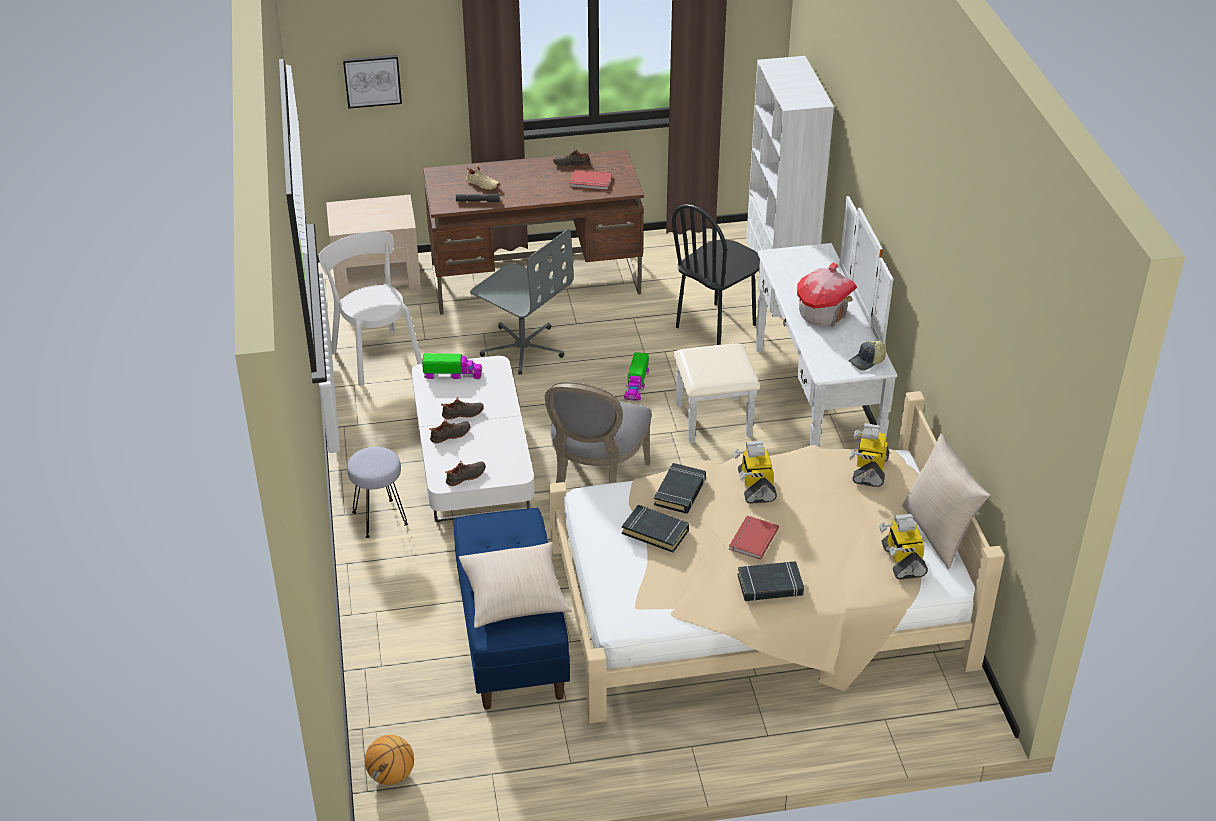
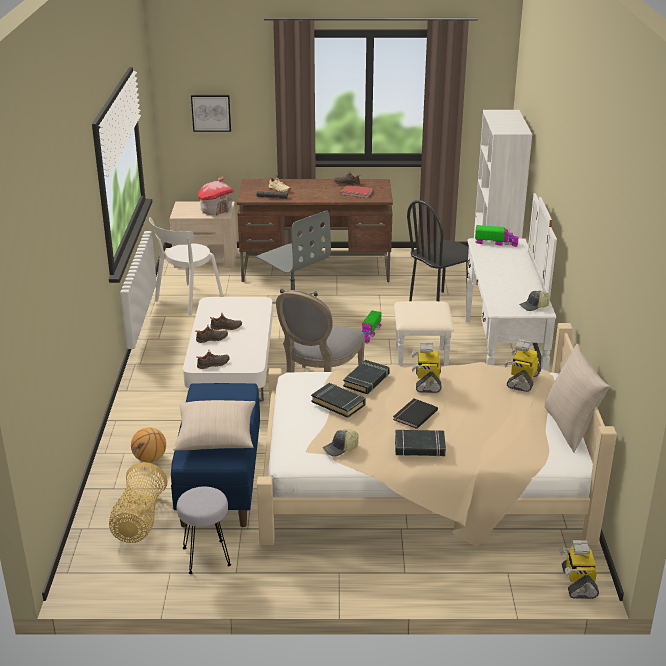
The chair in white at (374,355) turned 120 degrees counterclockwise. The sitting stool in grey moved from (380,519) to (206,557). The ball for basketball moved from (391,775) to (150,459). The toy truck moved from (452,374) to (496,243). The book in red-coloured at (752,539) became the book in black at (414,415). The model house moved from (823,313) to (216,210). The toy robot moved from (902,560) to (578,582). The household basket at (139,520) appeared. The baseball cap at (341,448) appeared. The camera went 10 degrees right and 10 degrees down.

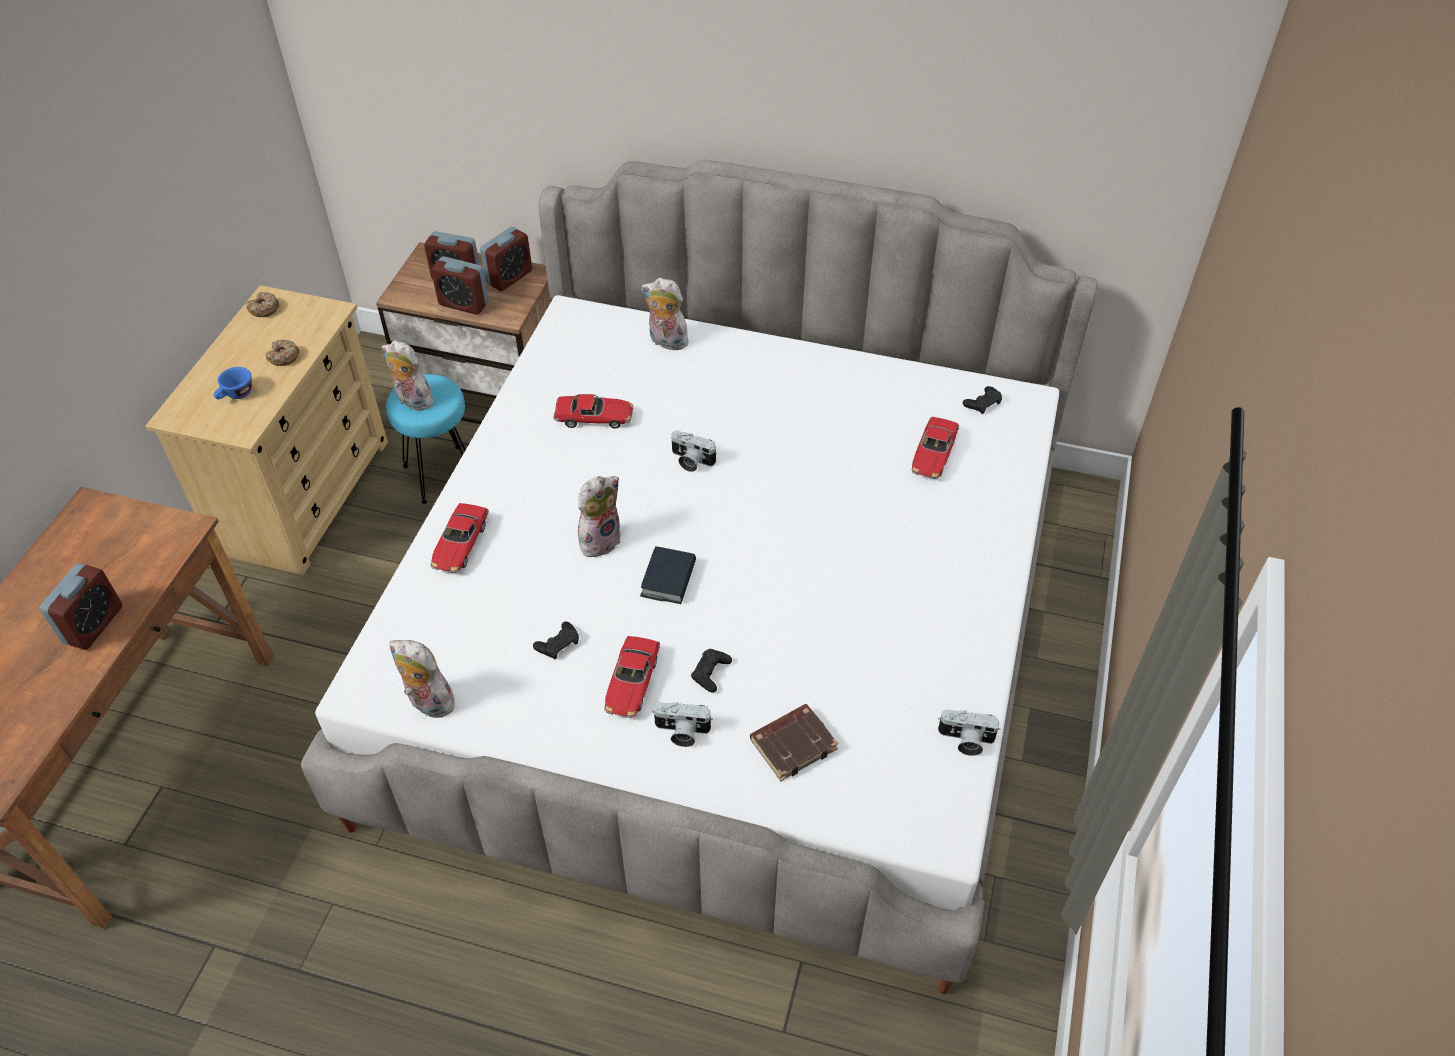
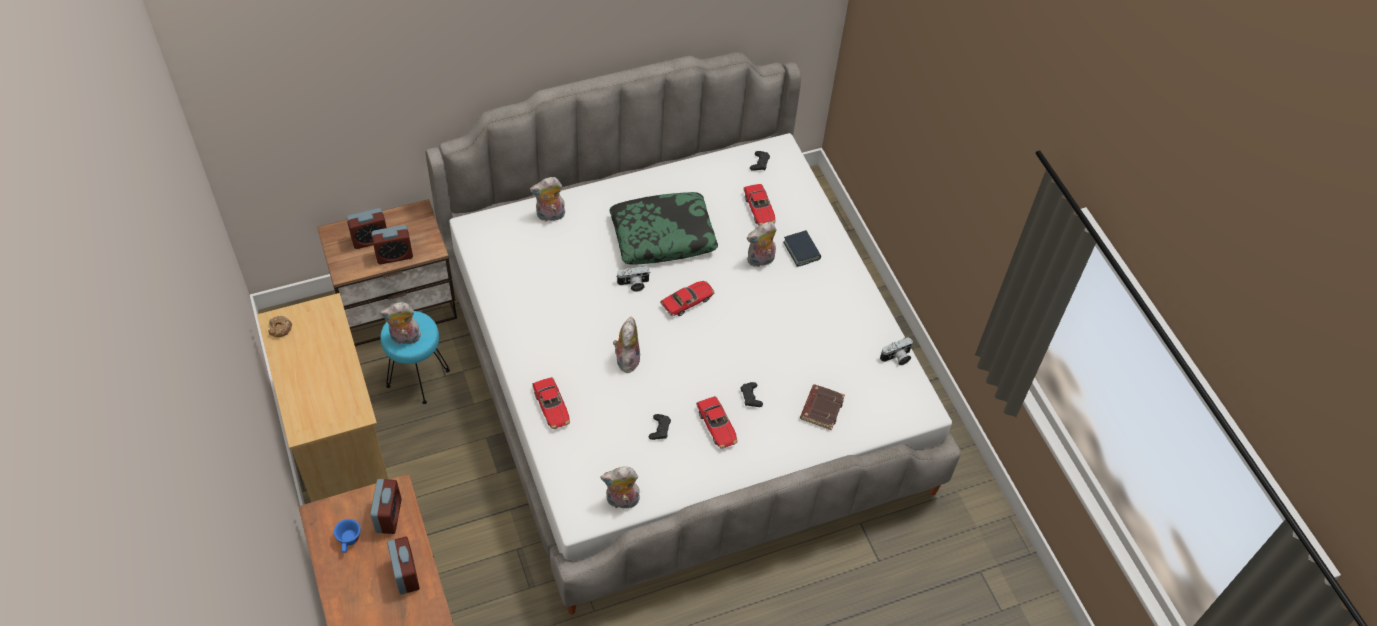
The small cup in blue moved from (236,395) to (349,541). The ring doughnut at (284,357) disappeared. The table clock moved from (509,277) to (388,516). The model car moved from (594,418) to (687,301). The book moved from (669,579) to (801,251). The still camera at (681,732) disappeared. The throw pillow at (663,235) appeared. The soft toy at (760,261) appeared. The camera went 40 degrees left and 5 degrees up.

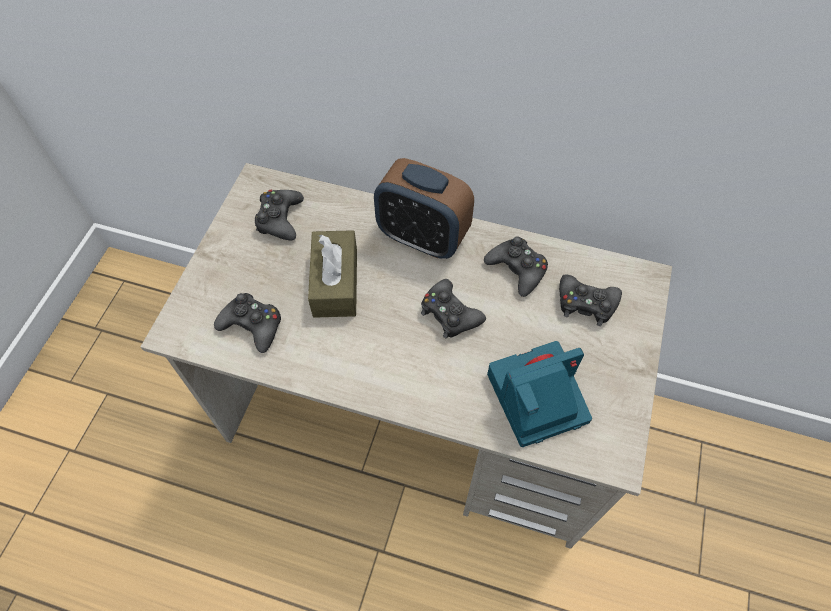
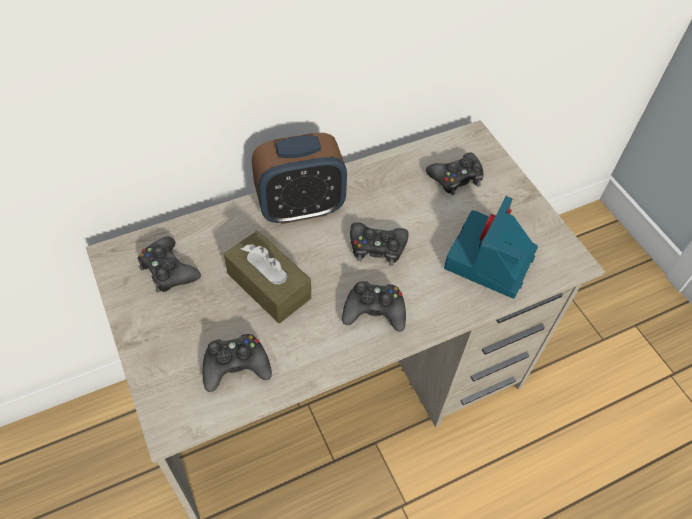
The game controller in black moved from (517,269) to (374,311). The camera went 45 degrees left and 5 degrees down.

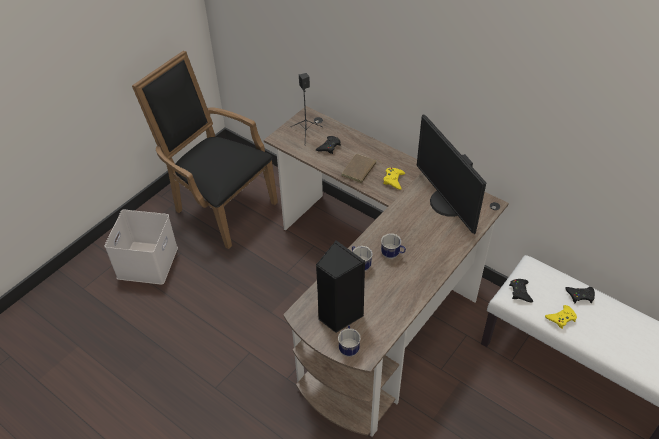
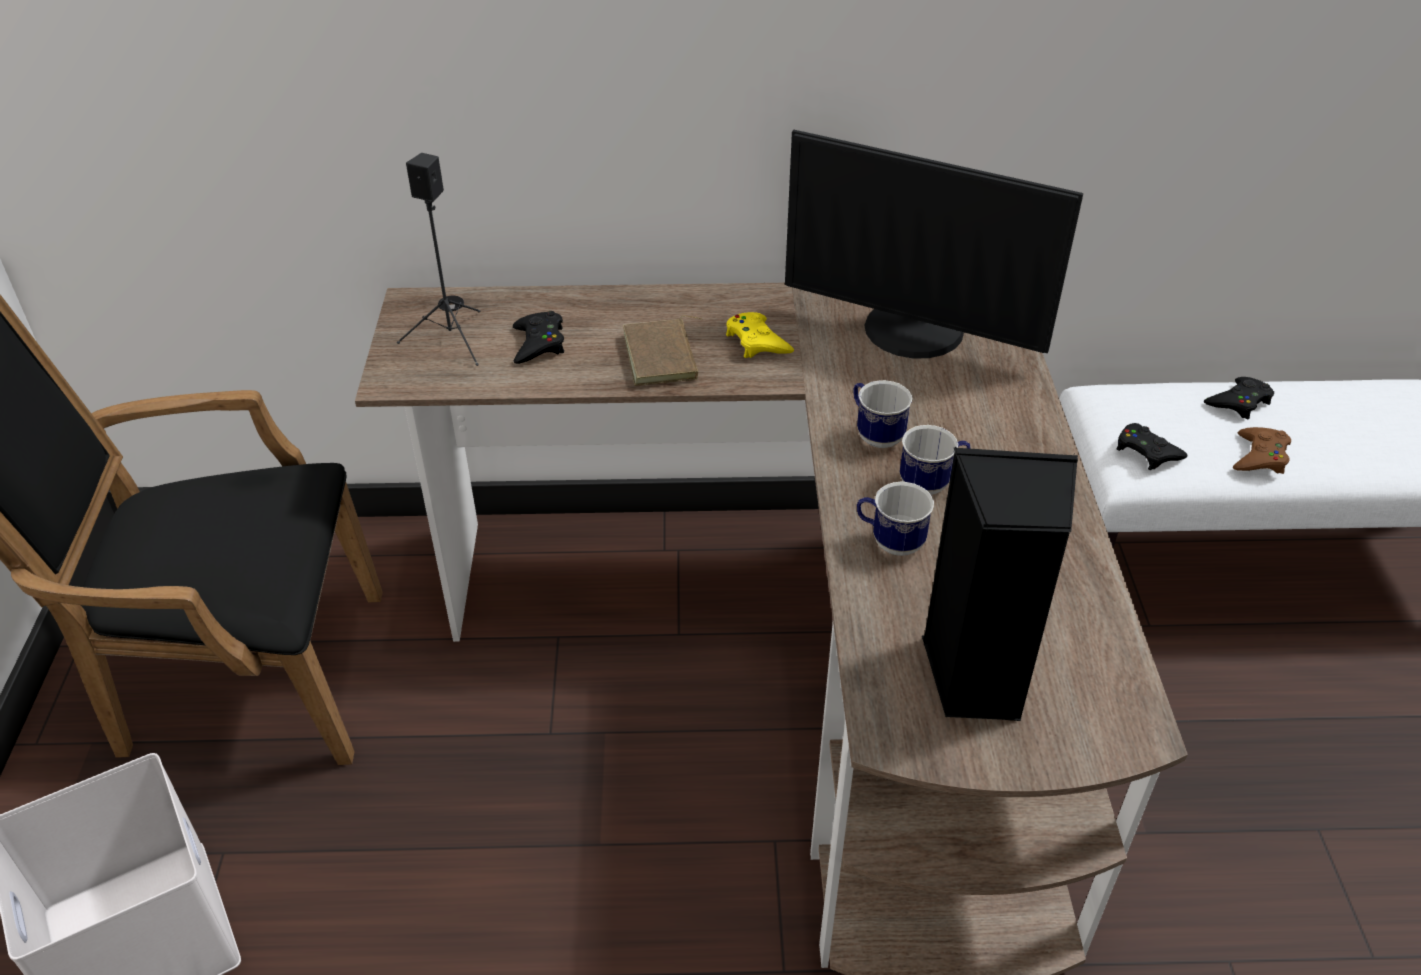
The tea mug moved from (349,347) to (875,434). The game controller in yellow-coloured at (561,318) became the game controller in brown-coloured at (1259,457). The camera went 40 degrees left and 5 degrees down.

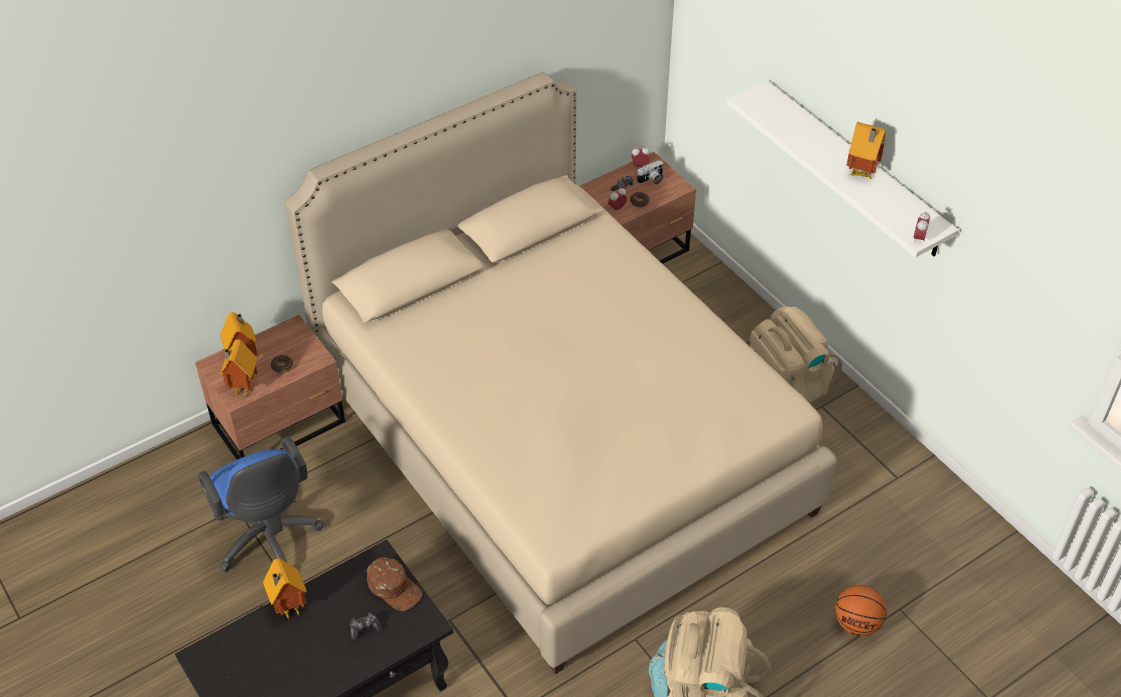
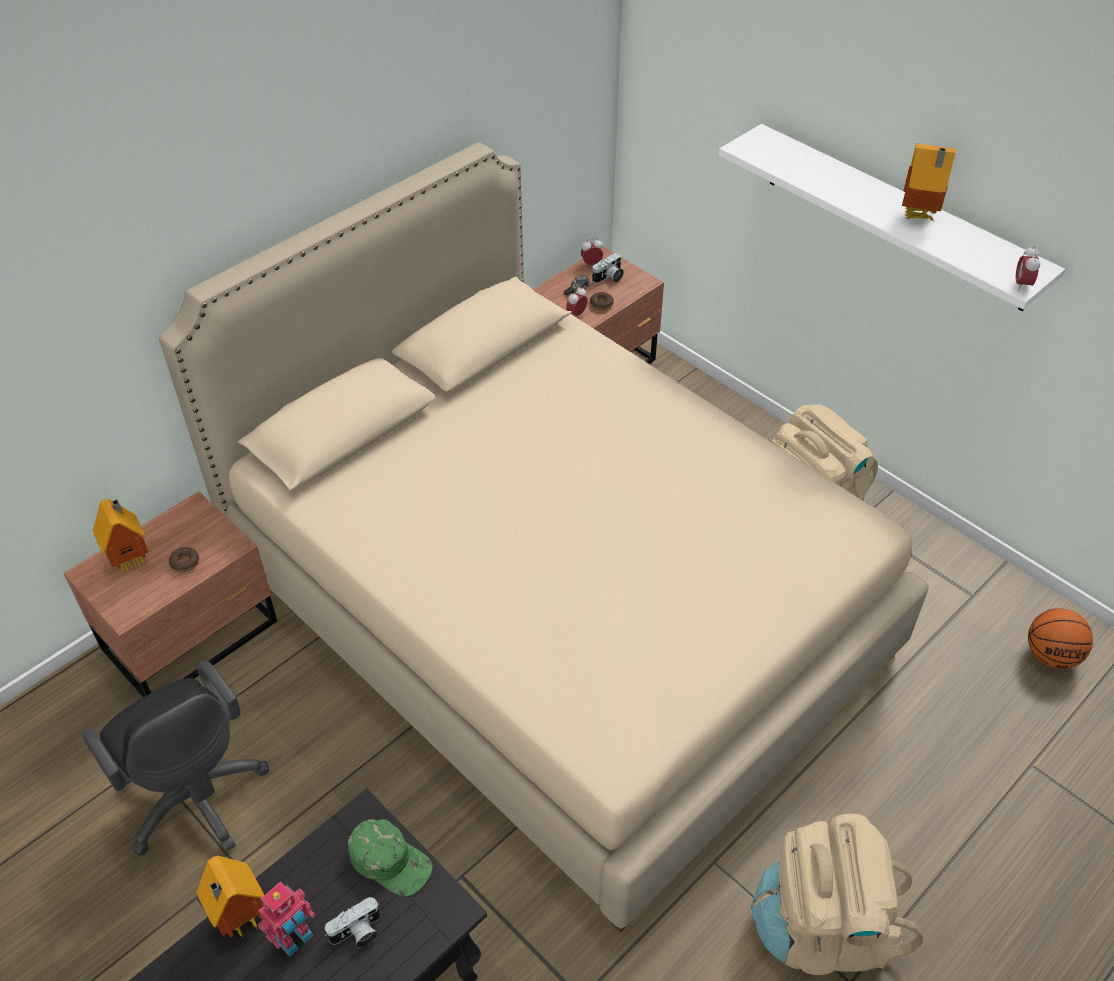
The computer chair in blue at (268,541) became the computer chair in black at (197,800). The model house at (242,388) disappeared. The game controller at (364,628) was replaced by the still camera at (358,933). The baseball cap in brown-coloured at (394,587) became the baseball cap in green at (390,860). The ball for basketball moved from (857,624) to (1050,655). The toy robot at (295,938) appeared. The camera went 10 degrees left and 0 degrees up.

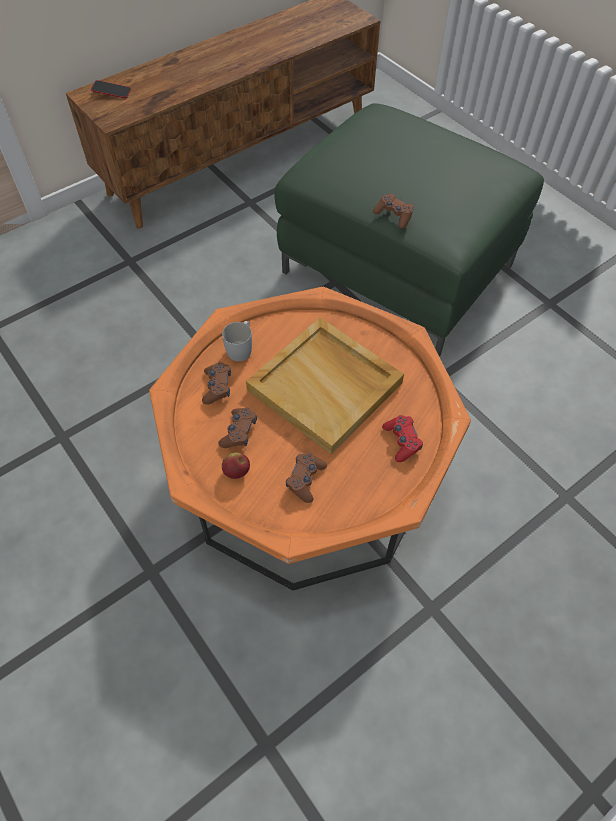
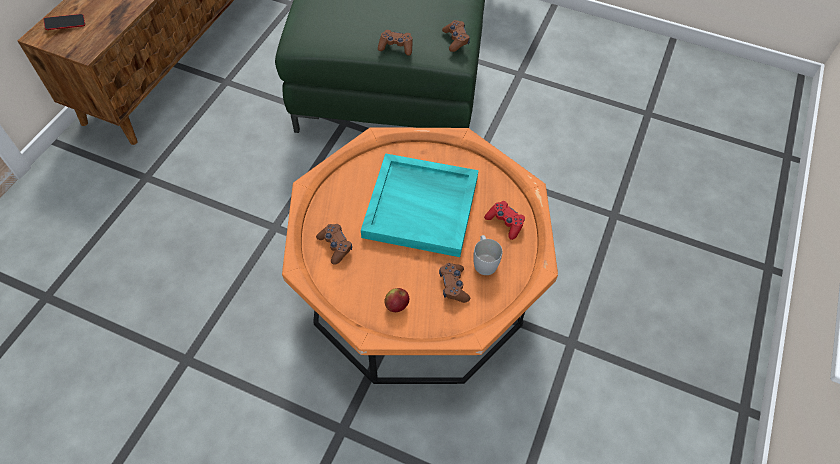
The game controller in brown-coloured moved from (239,432) to (455,40). The tea mug in white moved from (241,348) to (484,261). The serving tray in beige-coloured at (326,386) became the serving tray in turquoise at (422,206). The camera went 30 degrees left and 0 degrees up.

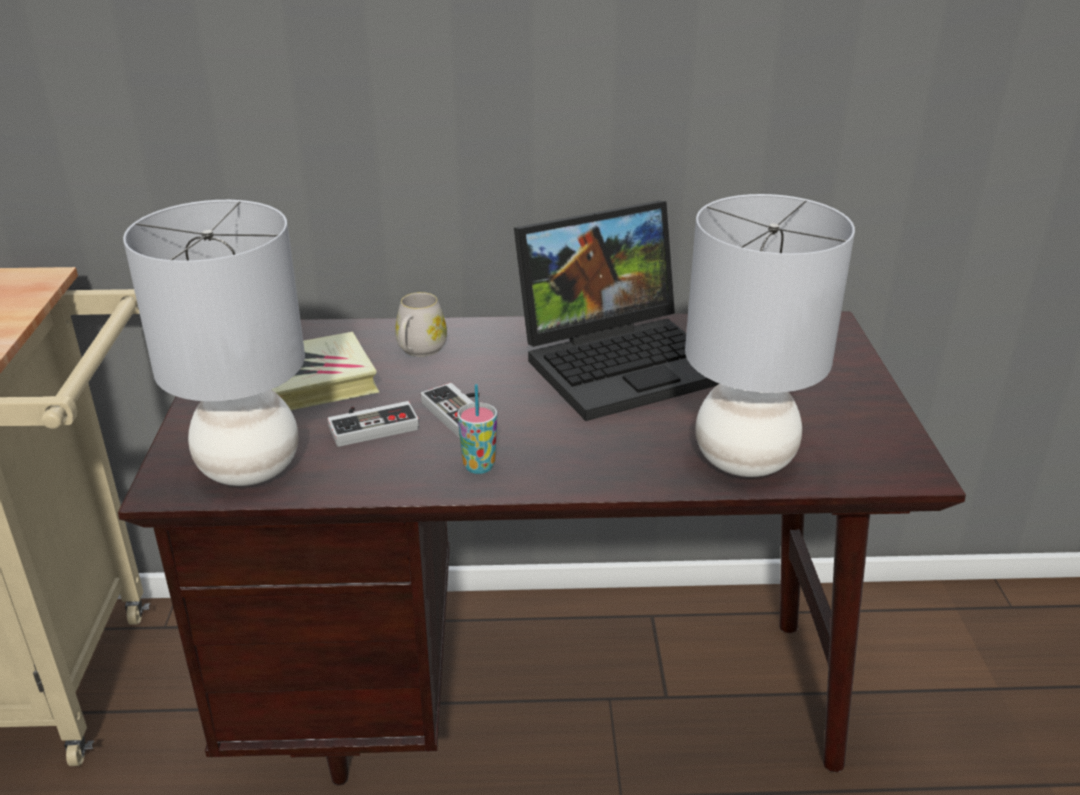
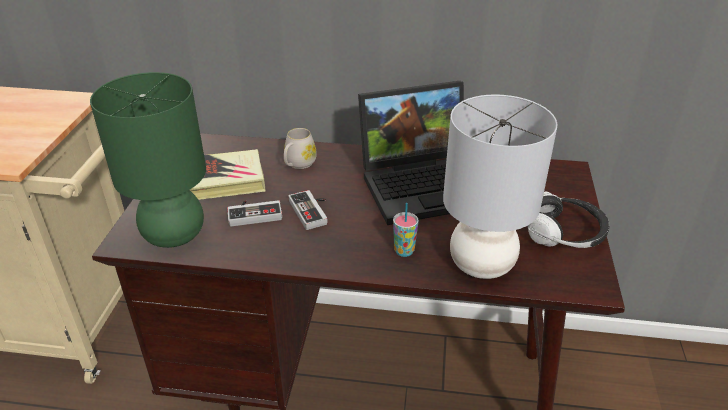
The table lamp in grey at (247,468) became the table lamp in green at (173,235). The small cup moved from (479,466) to (404,251). The headset at (564,234) appeared. The camera went 10 degrees right and 5 degrees up.

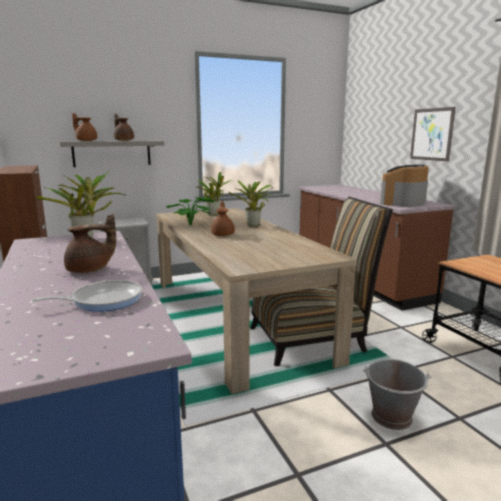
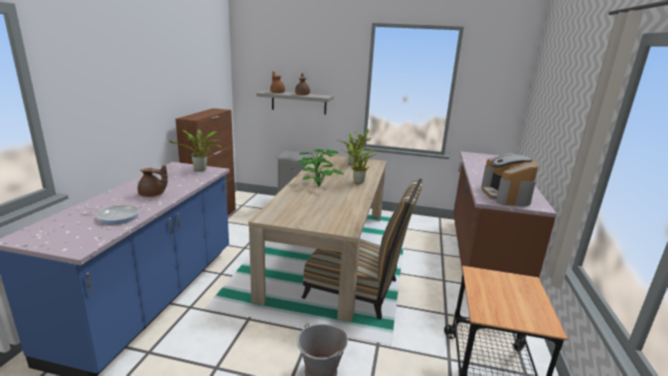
The teapot in brown-coloured at (223,234) was replaced by the houseplant at (319,185). The coffee brewer at (403,202) turned 75 degrees counterclockwise. The wall art at (431,134) disappeared. The camera went 35 degrees right and 5 degrees up.

